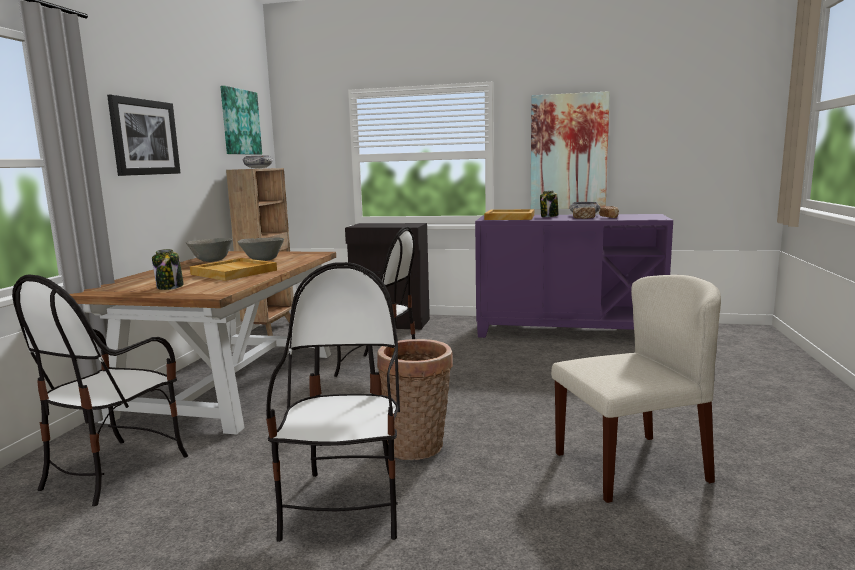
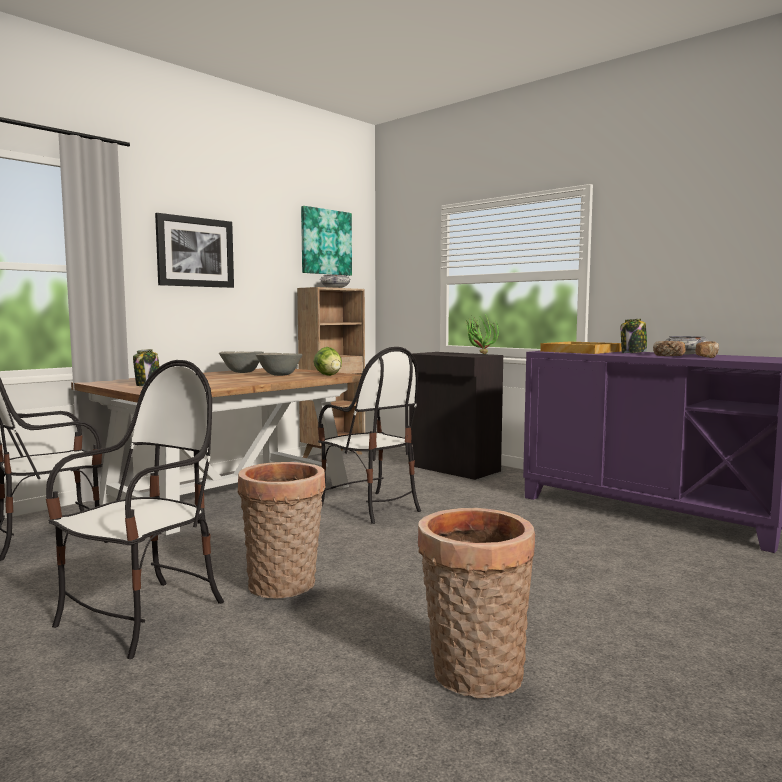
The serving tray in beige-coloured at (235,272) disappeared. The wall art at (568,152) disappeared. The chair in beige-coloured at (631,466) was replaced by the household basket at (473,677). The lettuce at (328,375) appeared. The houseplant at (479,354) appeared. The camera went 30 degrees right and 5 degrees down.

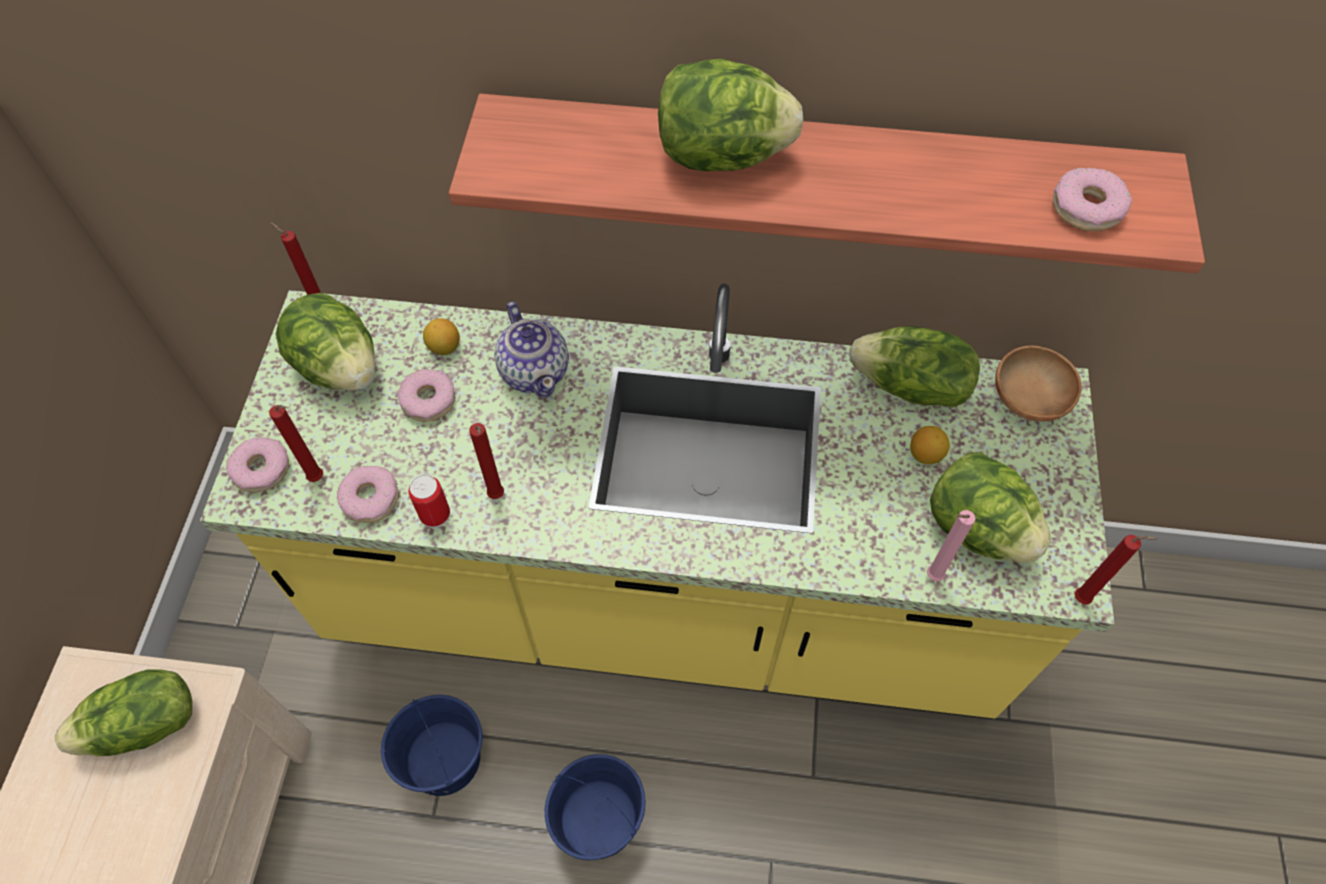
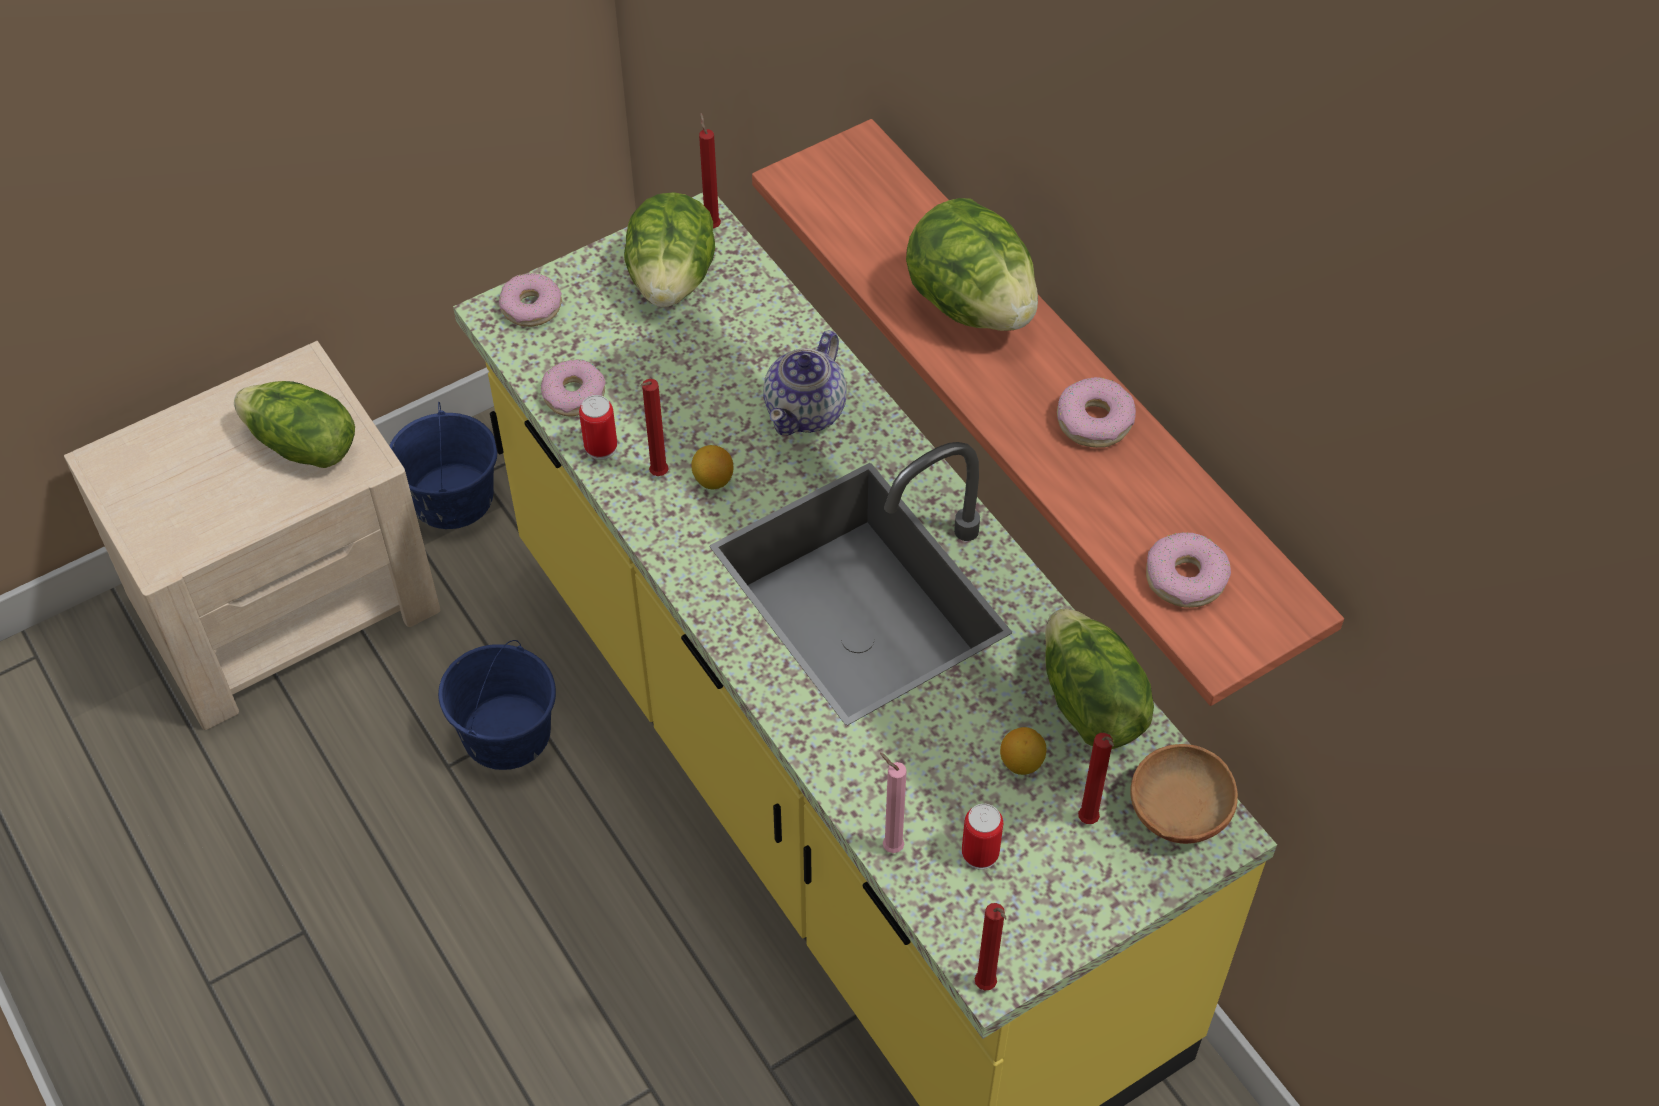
The wax candle in red-coloured moved from (319,479) to (1089,822). The ring doughnut moved from (428,400) to (1094,421). The whole lemon moved from (444,347) to (713,480). The bucket in blue moved from (598,819) to (452,497). The lettuce at (977,528) was replaced by the sealed can at (980,853). The camera went 50 degrees right and 5 degrees down.

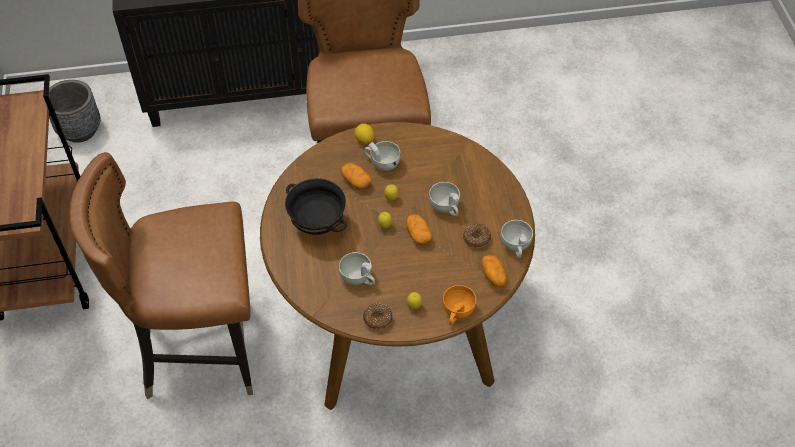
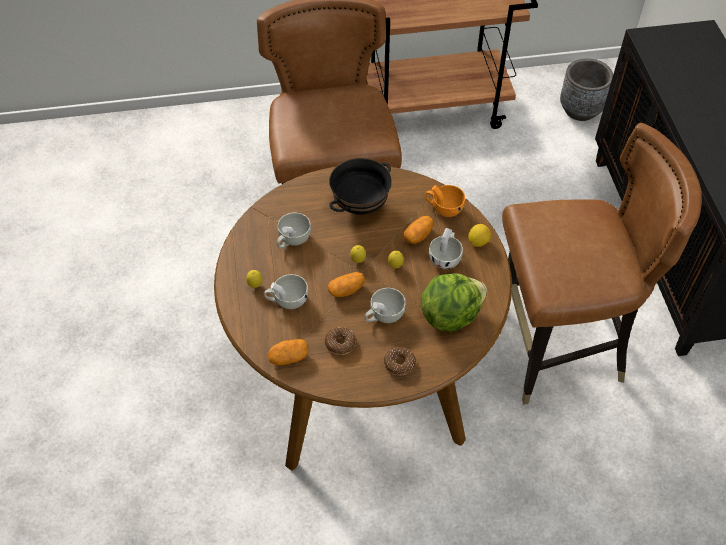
The ring doughnut moved from (378,319) to (399,364). The small cup in orangey moved from (457,313) to (443,208). The small cup in white moved from (515,247) to (287,300). The lettuce at (450,315) appeared. The camera went 90 degrees right and 0 degrees up.

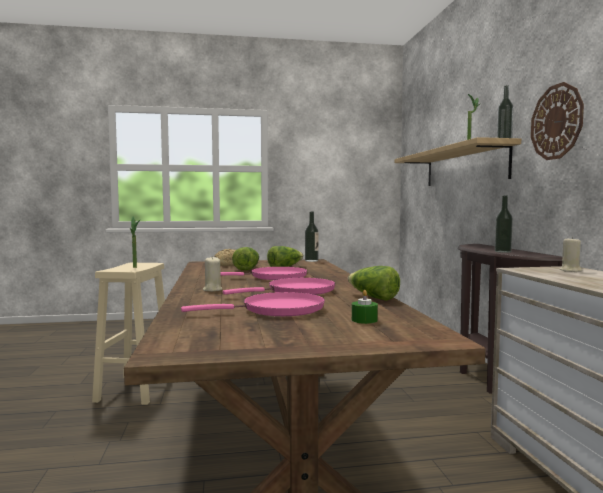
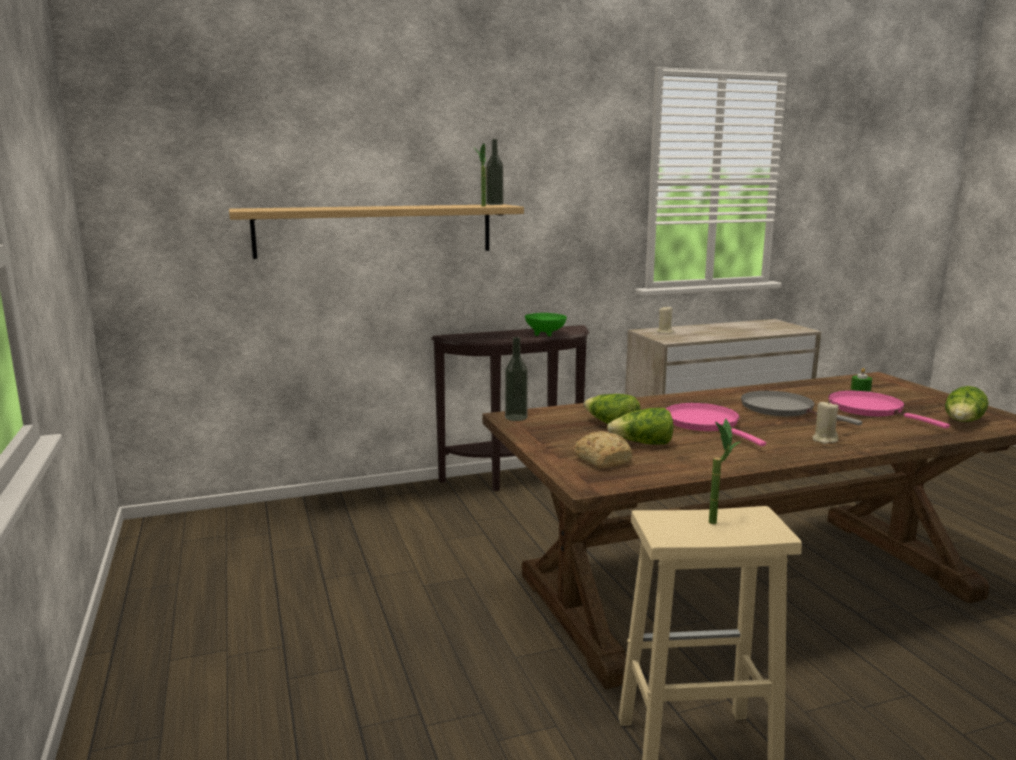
The skillet in pinkish at (297,291) became the skillet in grey at (782,409). The lettuce moved from (373,297) to (963,422). The beverage bottle at (502,251) was replaced by the bowl in green at (546,334). The wall clock at (556,122) disappeared. The camera went 100 degrees left and 10 degrees up.

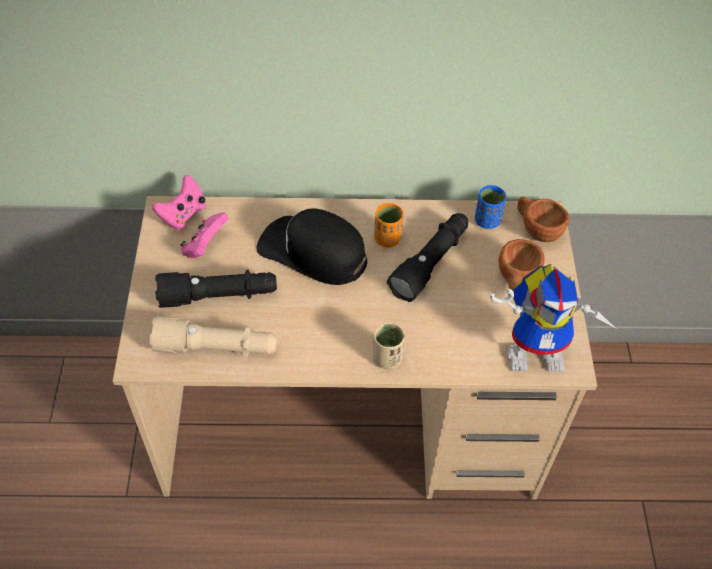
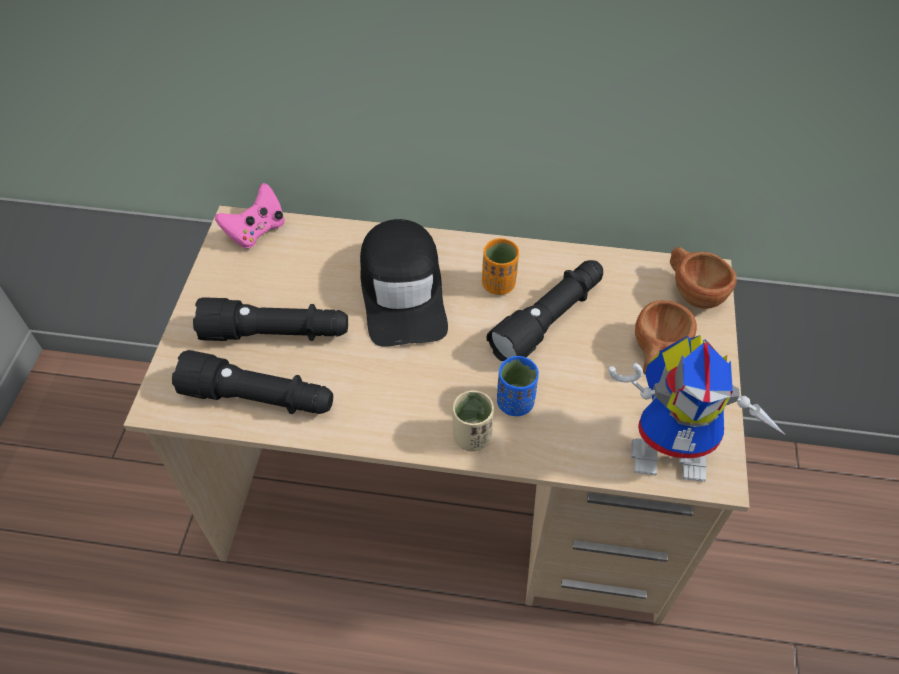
The flashlight in beige-coloured at (216,348) became the flashlight in black at (259,398). The game controller in pinkish at (205,246) disappeared. The baseball cap in black at (313,252) turned 135 degrees counterclockwise. The small cup in blue moved from (487,220) to (515,402). The camera went 10 degrees right and 0 degrees up.

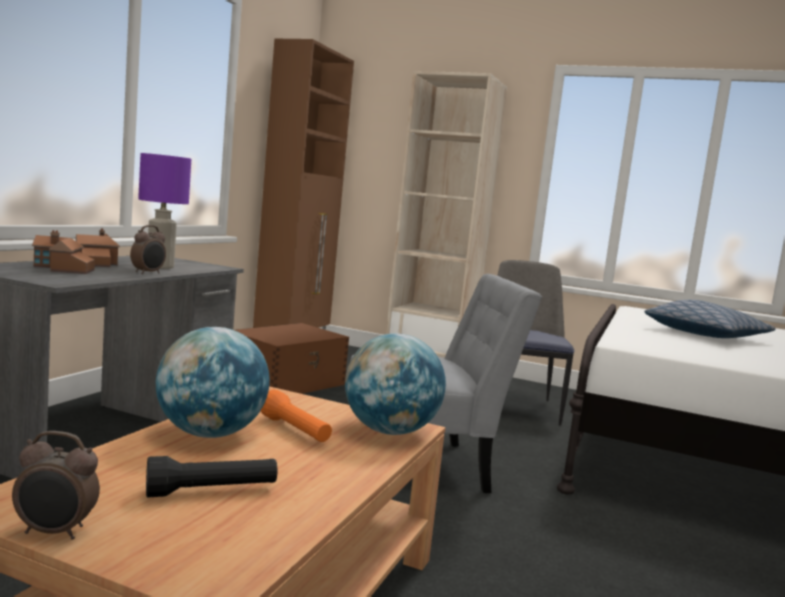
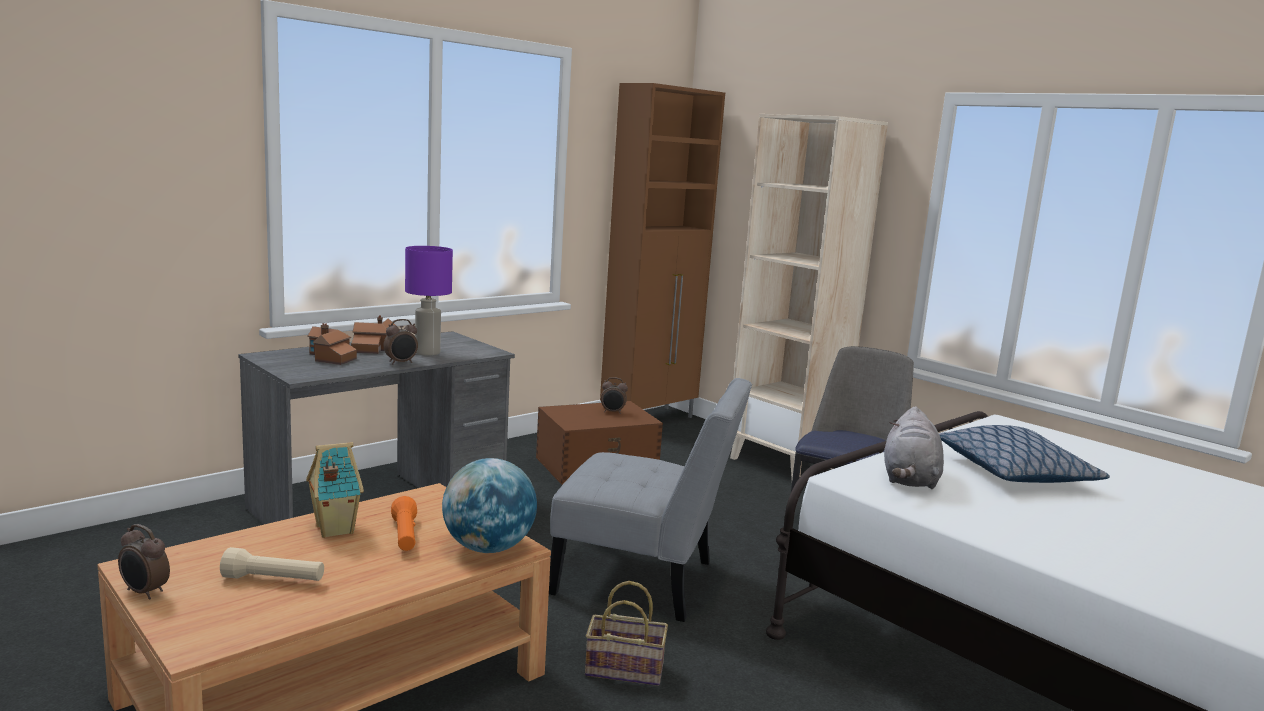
The flashlight in black at (212,491) became the flashlight in beige-coloured at (274,580). The globe at (210,434) was replaced by the model house at (333,529). The household basket at (626,669) appeared. The table clock at (612,412) appeared. The soft toy in grey at (909,479) appeared. The camera went 25 degrees right and 5 degrees up.

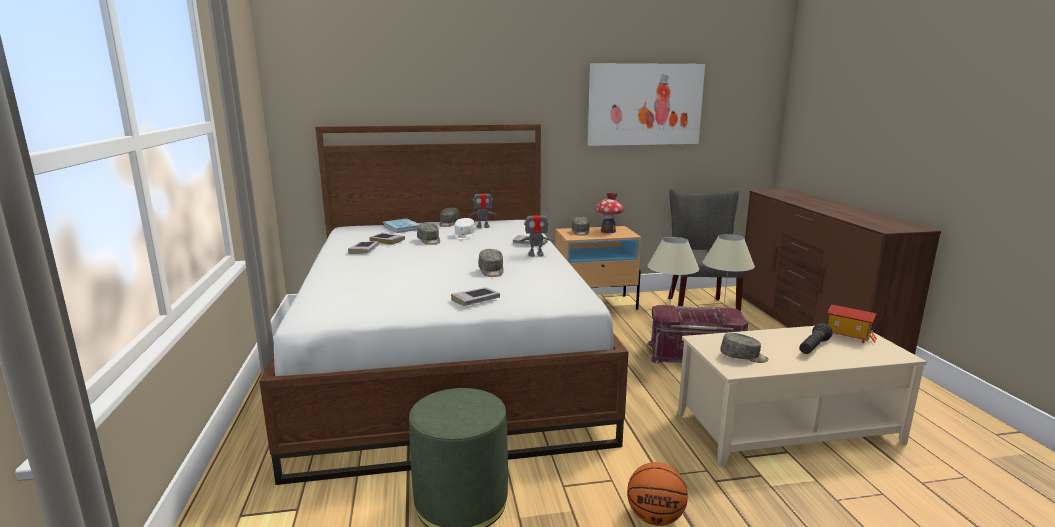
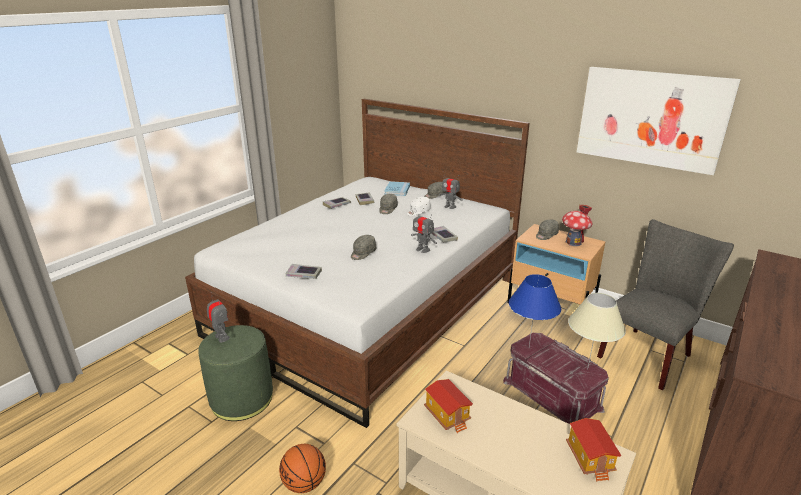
The table lamp in beige-coloured at (669,315) became the table lamp in blue at (529,347). The baseball cap in grey at (743,357) was replaced by the model house at (448,415). The flashlight in black at (813,347) disappeared. The toy robot at (221,337) appeared. The camera went 45 degrees right and 10 degrees up.

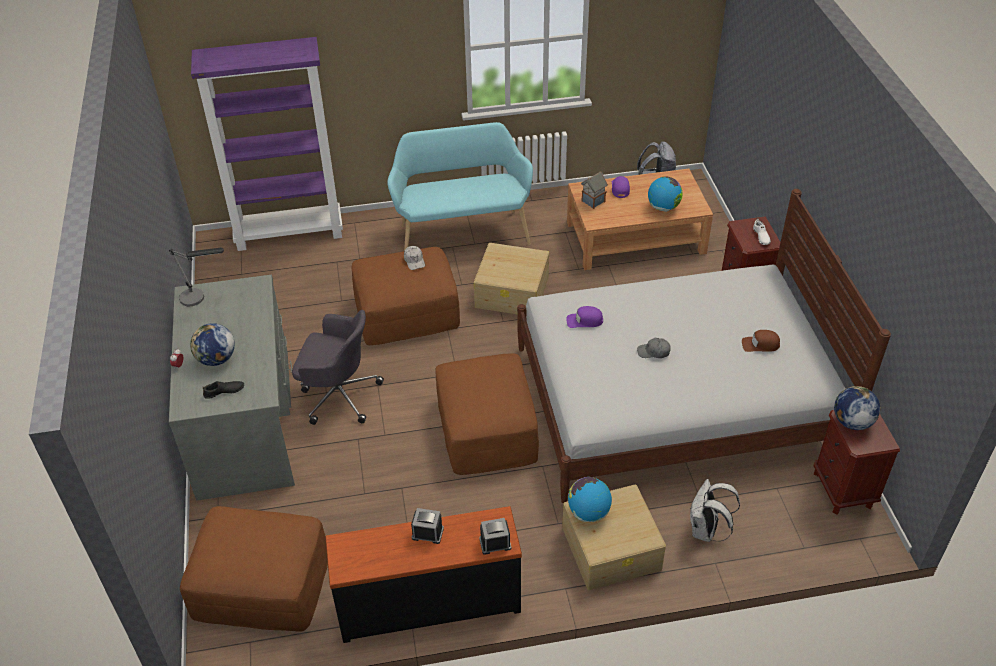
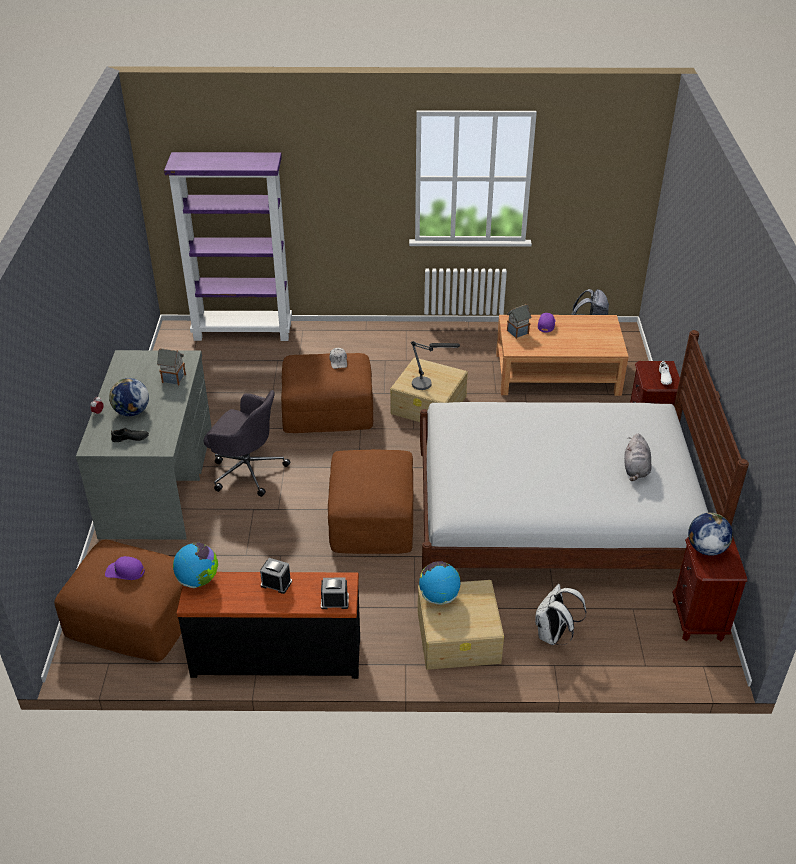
The table lamp moved from (199,298) to (427,384). The long seat in turquoise at (462,232) disappeared. The baseball cap in purplish moved from (584,321) to (125,571). The baseball cap in grey at (653,352) disappeared. The globe moved from (663,207) to (198,580). The baseball cap in brown-coloured at (760,344) was replaced by the soft toy in grey at (636,469). The model house at (173,378) appeared. The camera went 10 degrees right and 5 degrees down.

